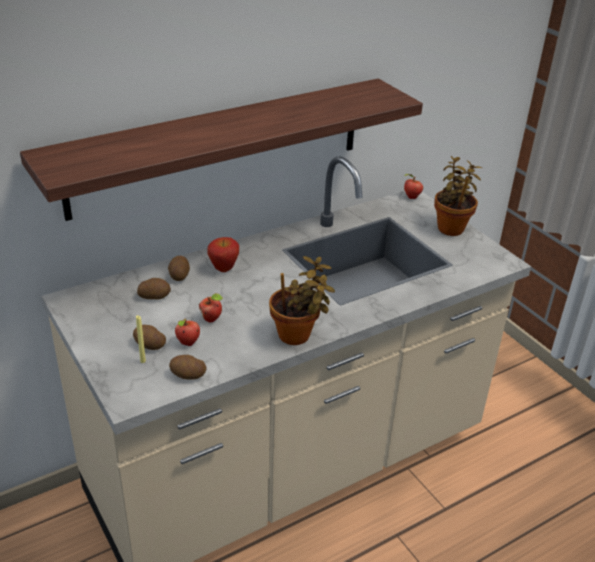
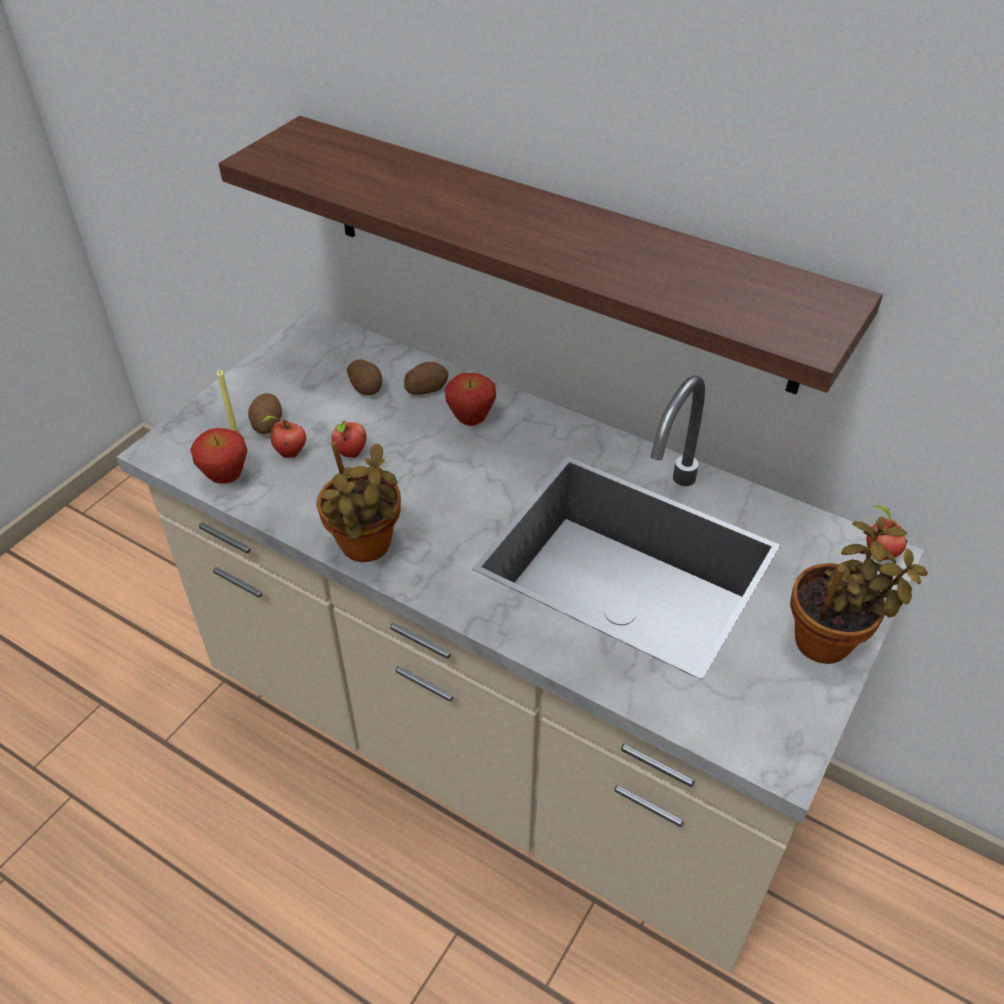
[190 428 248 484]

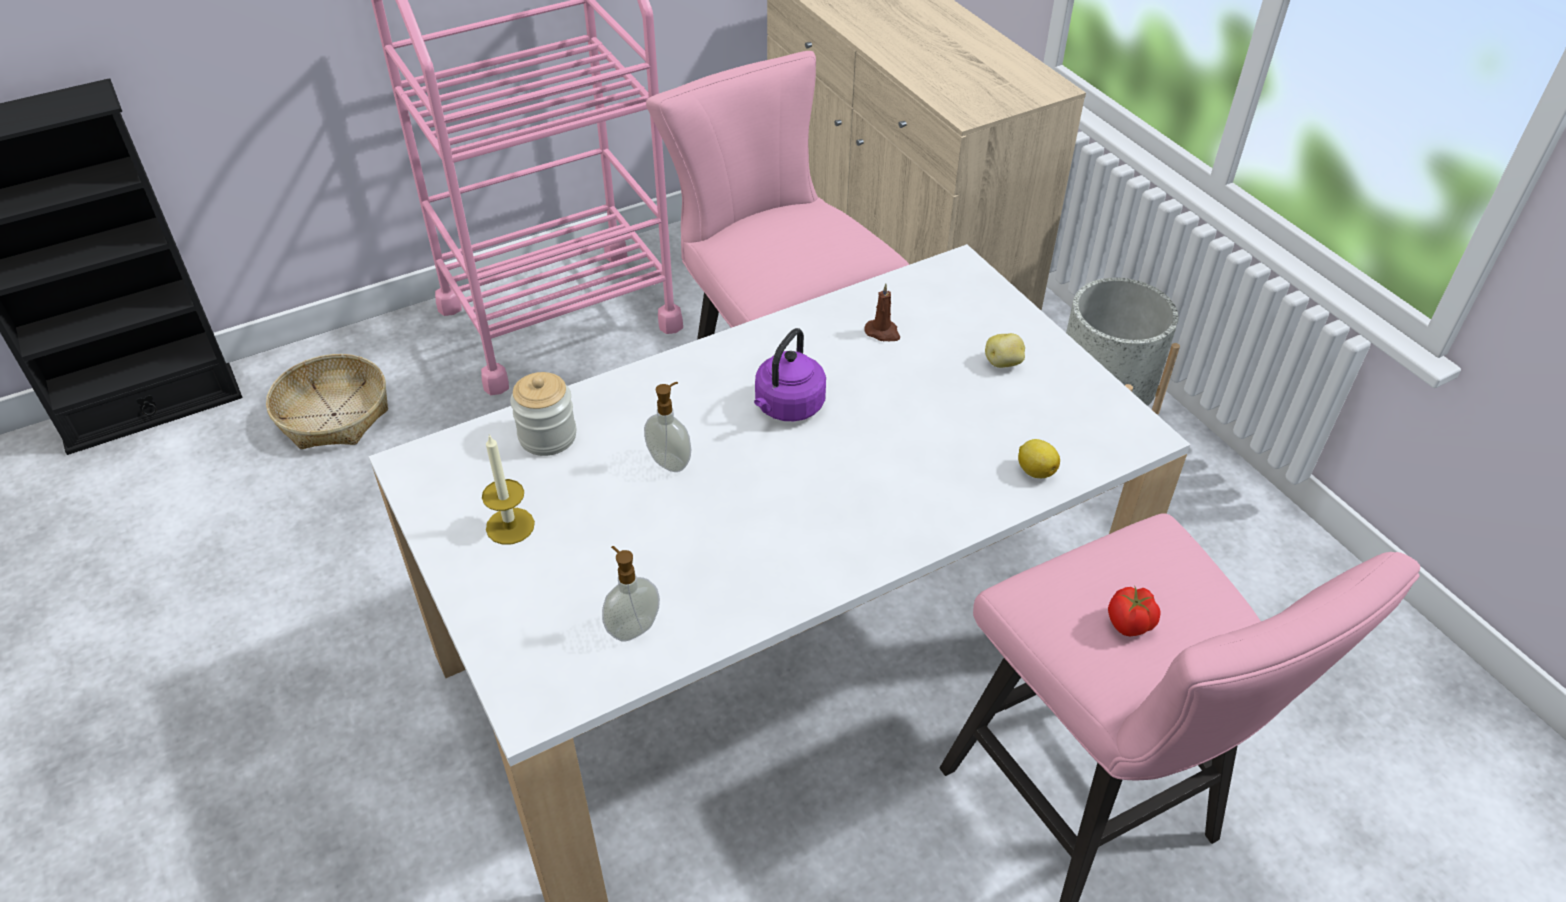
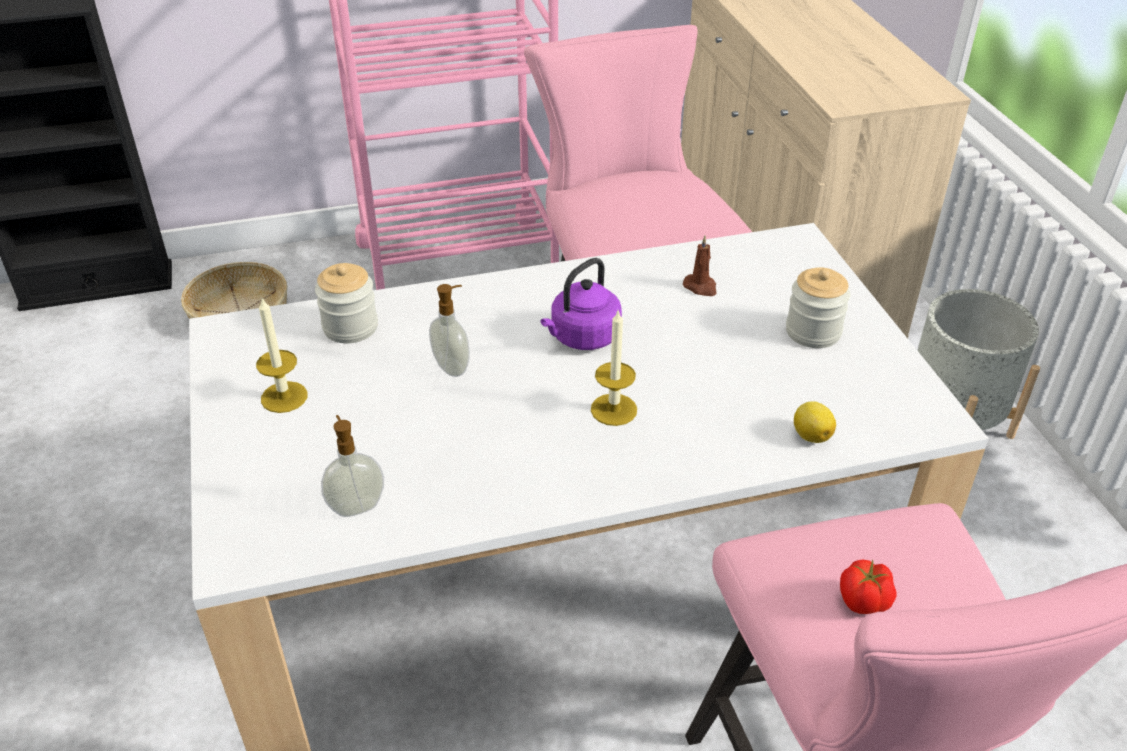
[786 267 850 348]
[591 311 637 426]

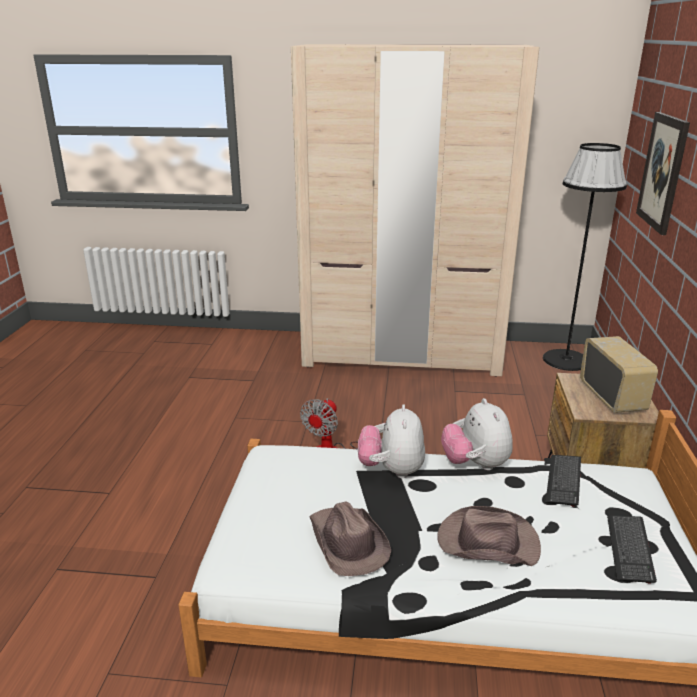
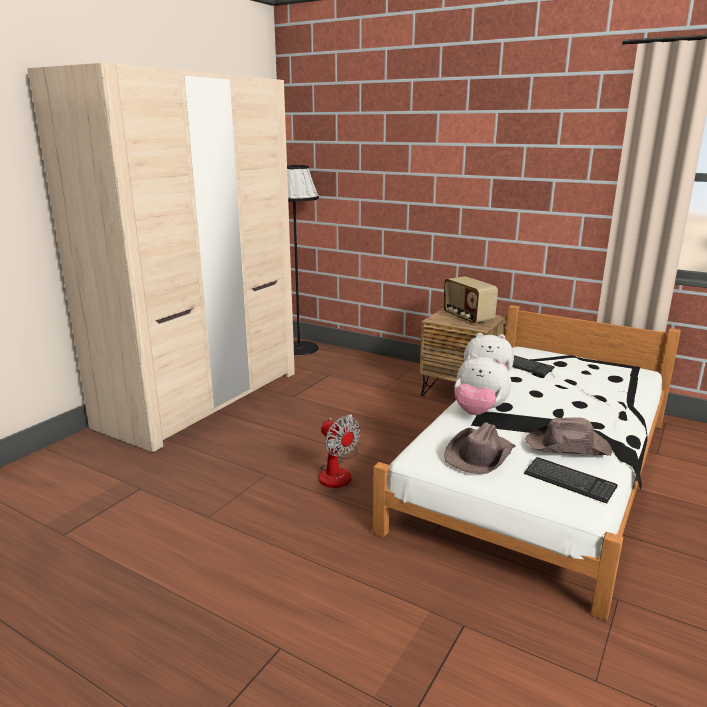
[636 112 690 235] (first image)
[444 276 498 324]
[444 422 516 474]
[524 457 618 504]

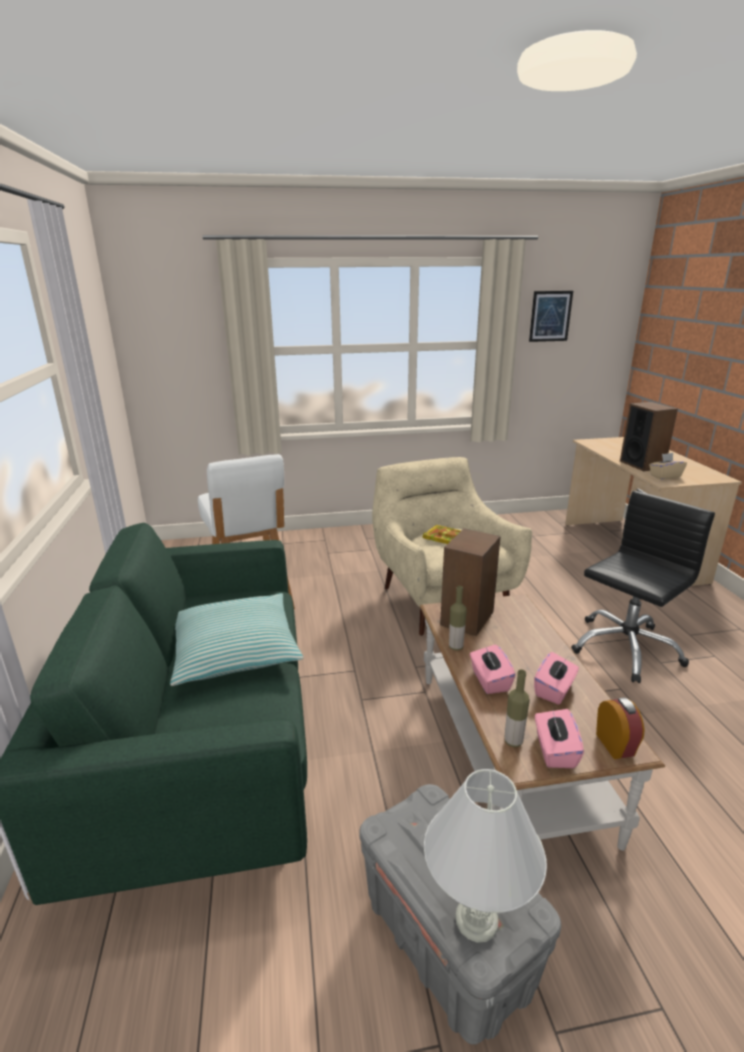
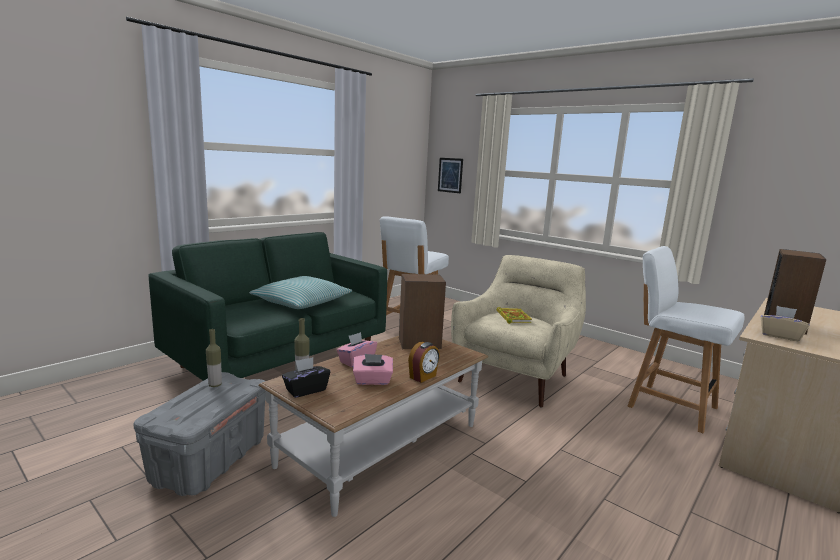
[438 158 463 193]
[571 491 715 683] (first image)
[206 329 222 387]
[408 342 440 383]
[282 357 330 398]
[424 769 547 943] (first image)
[628 246 745 433]

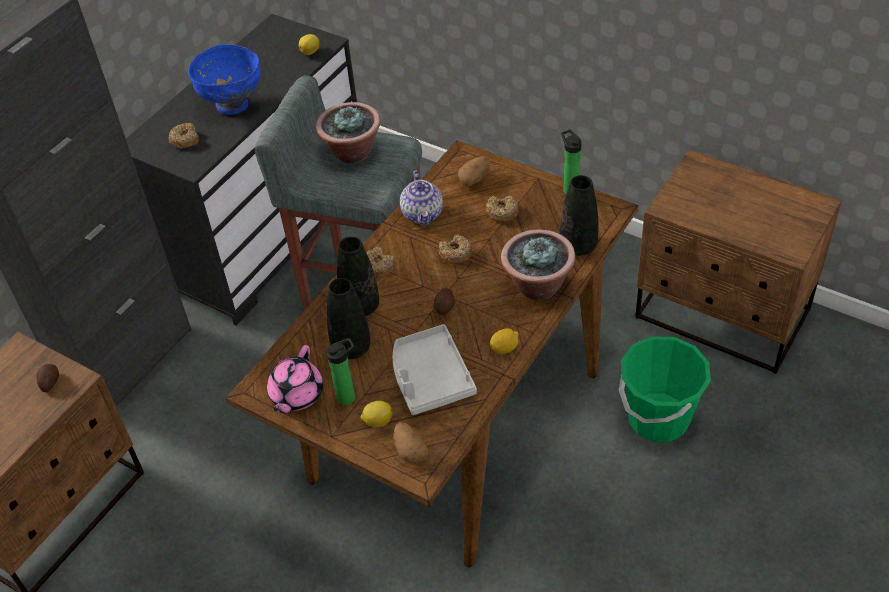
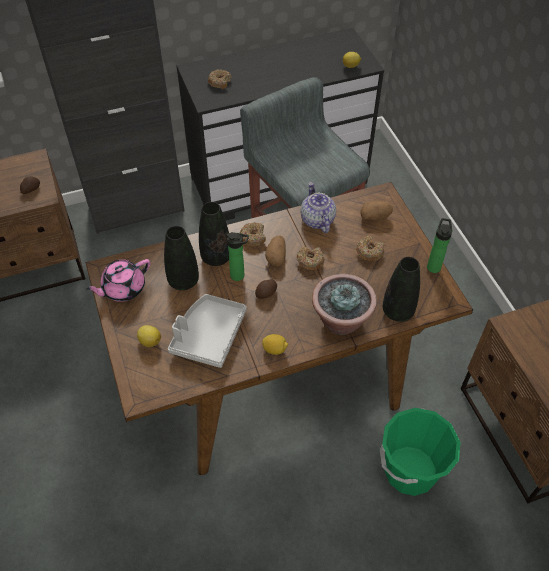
[188 44 261 115] (first image)
[316 102 380 164] (first image)
[301 182 336 233]
[227 232 249 281]
[265 236 286 266]

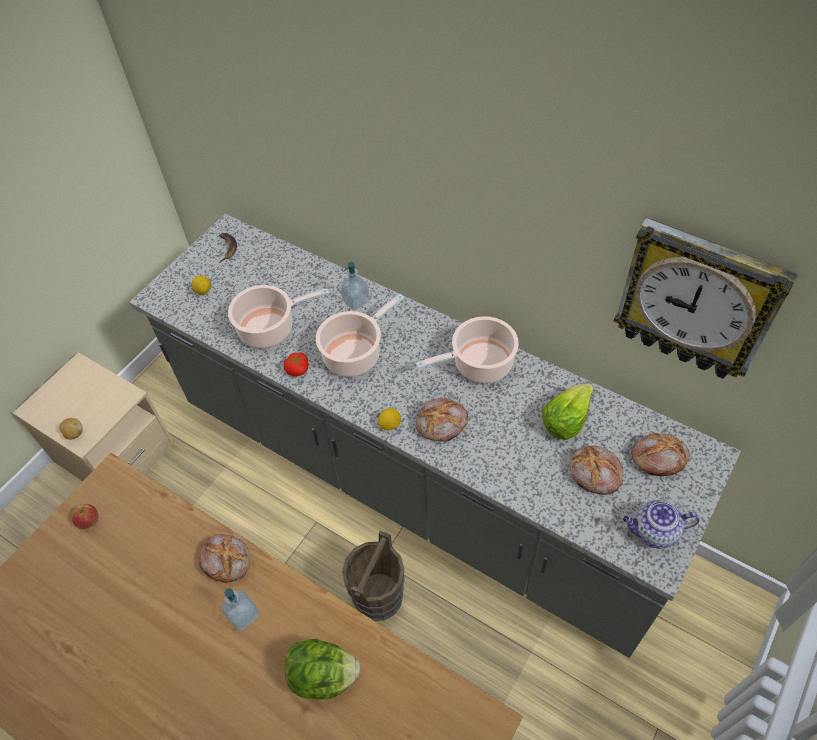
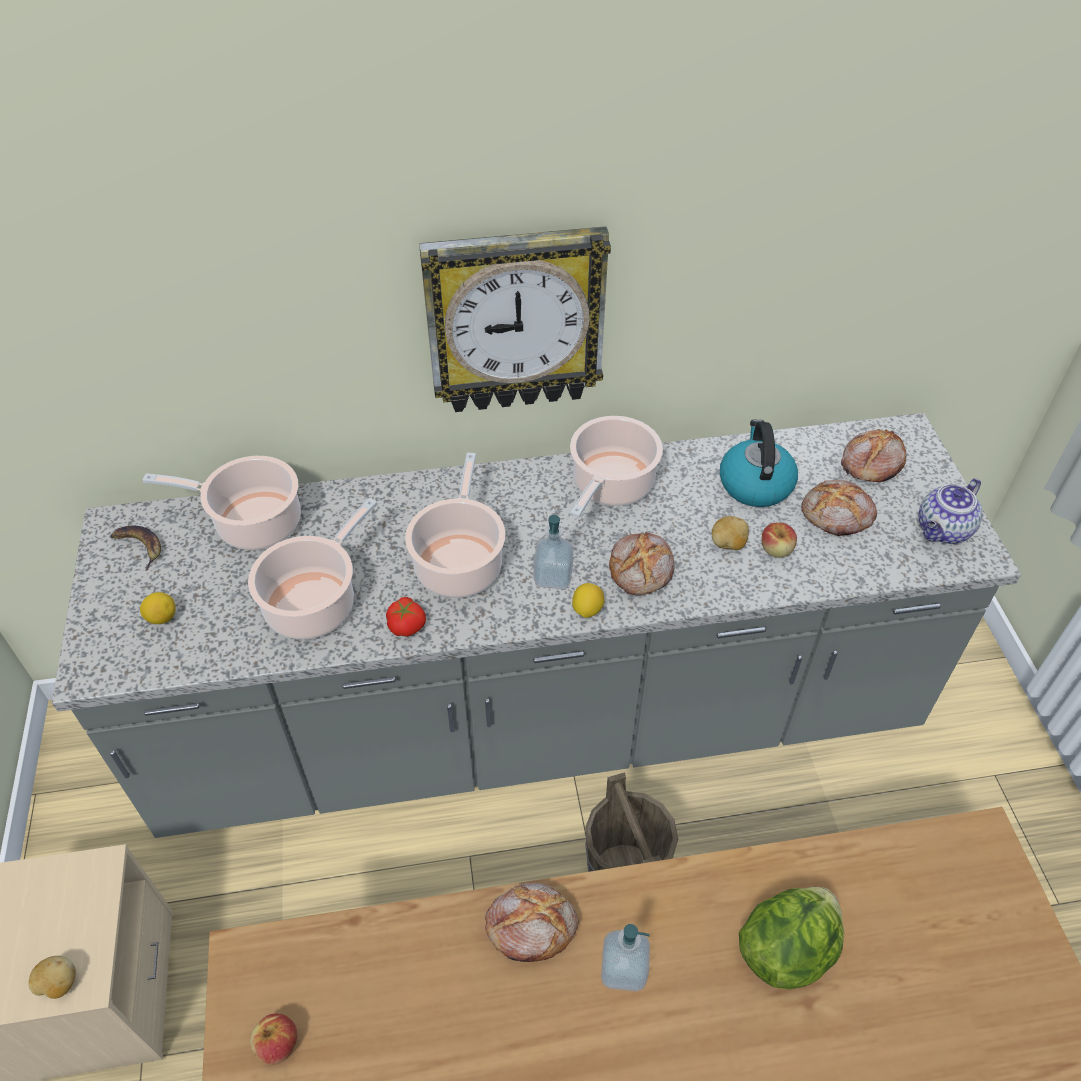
[419 226 611 412]
[533 515 574 589]
[720 419 798 507]
[143 456 301 550]
[712 516 749 550]
[761 523 797 558]

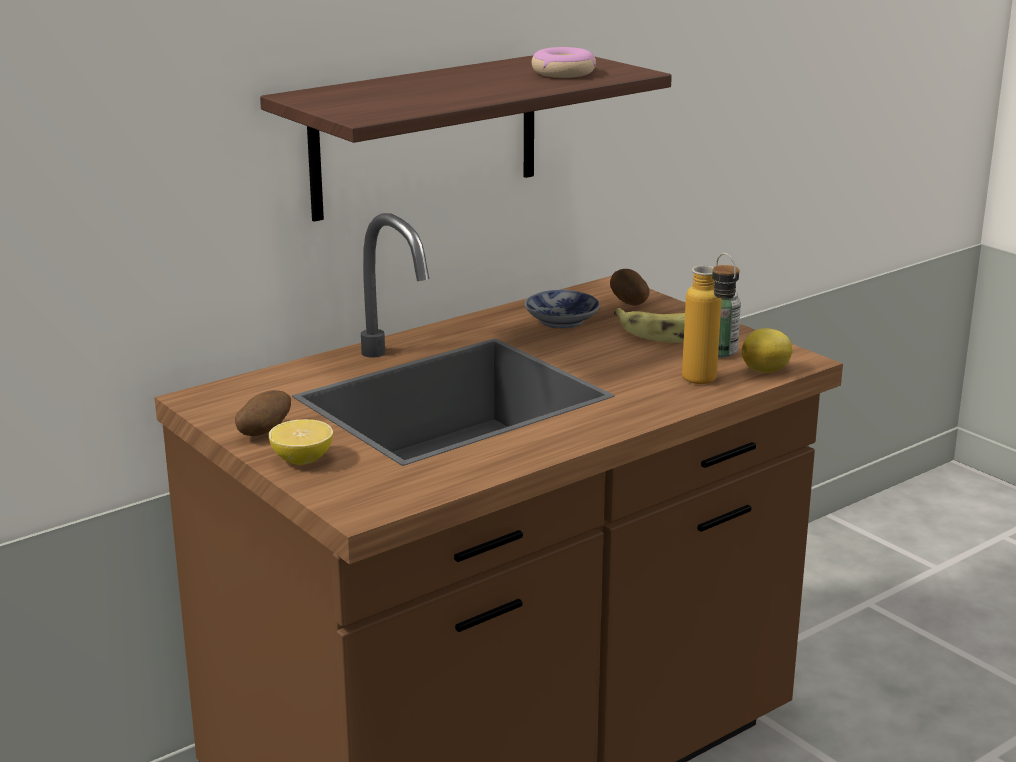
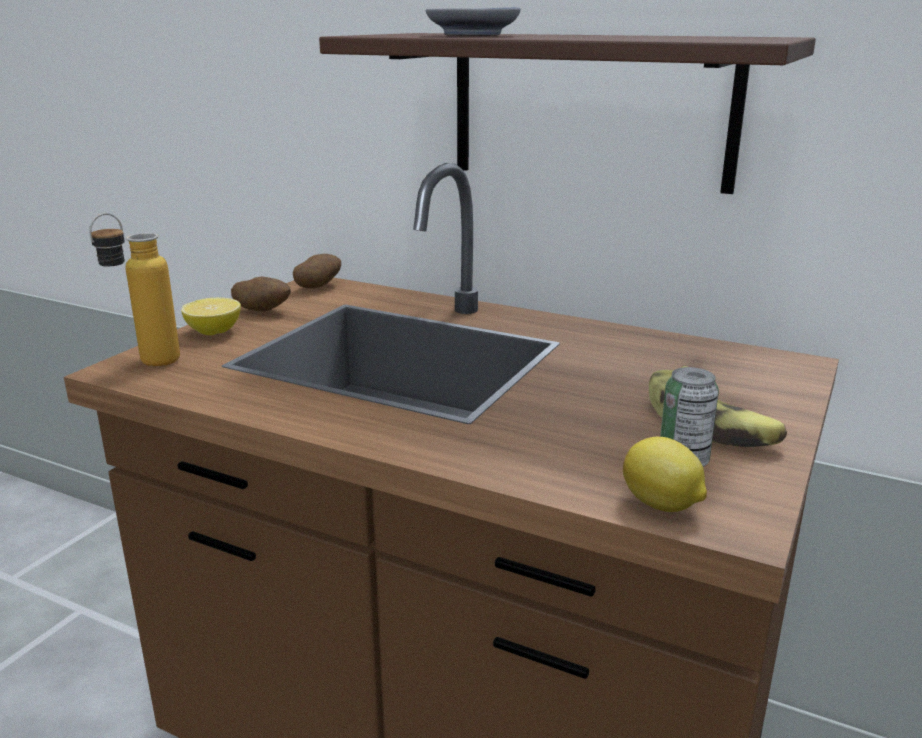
[532 47 596 78] (first image)
[89 213 180 366]
[293 254 341 288]
[425 7 521 36]

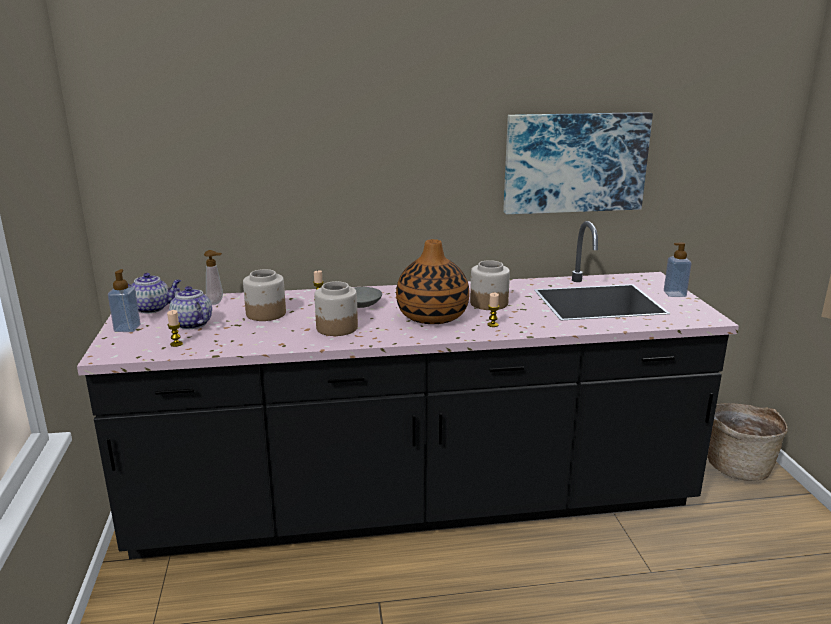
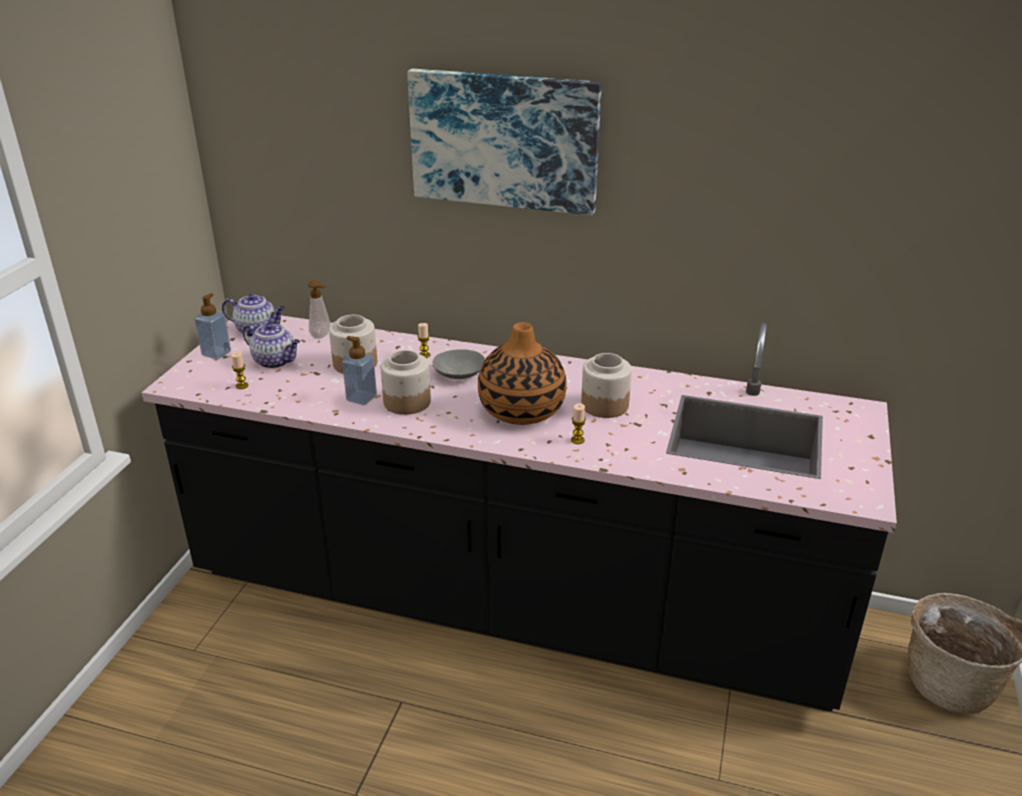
[407 69 602 215]
[342 336 377 405]
[243 323 300 369]

